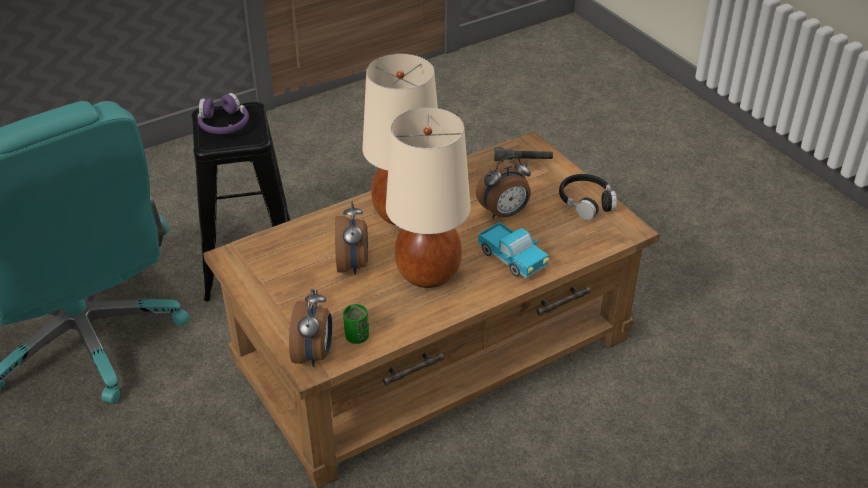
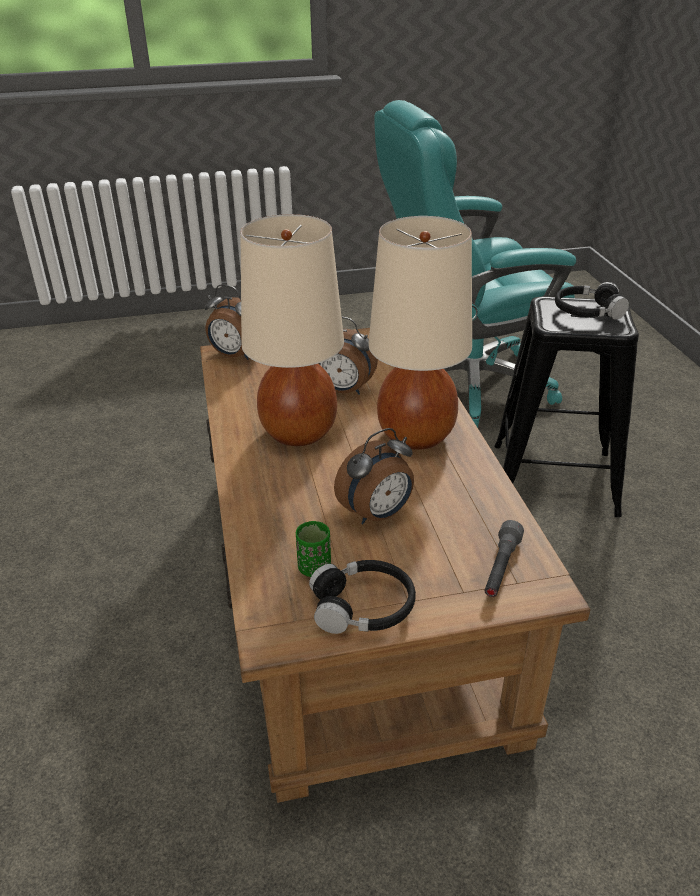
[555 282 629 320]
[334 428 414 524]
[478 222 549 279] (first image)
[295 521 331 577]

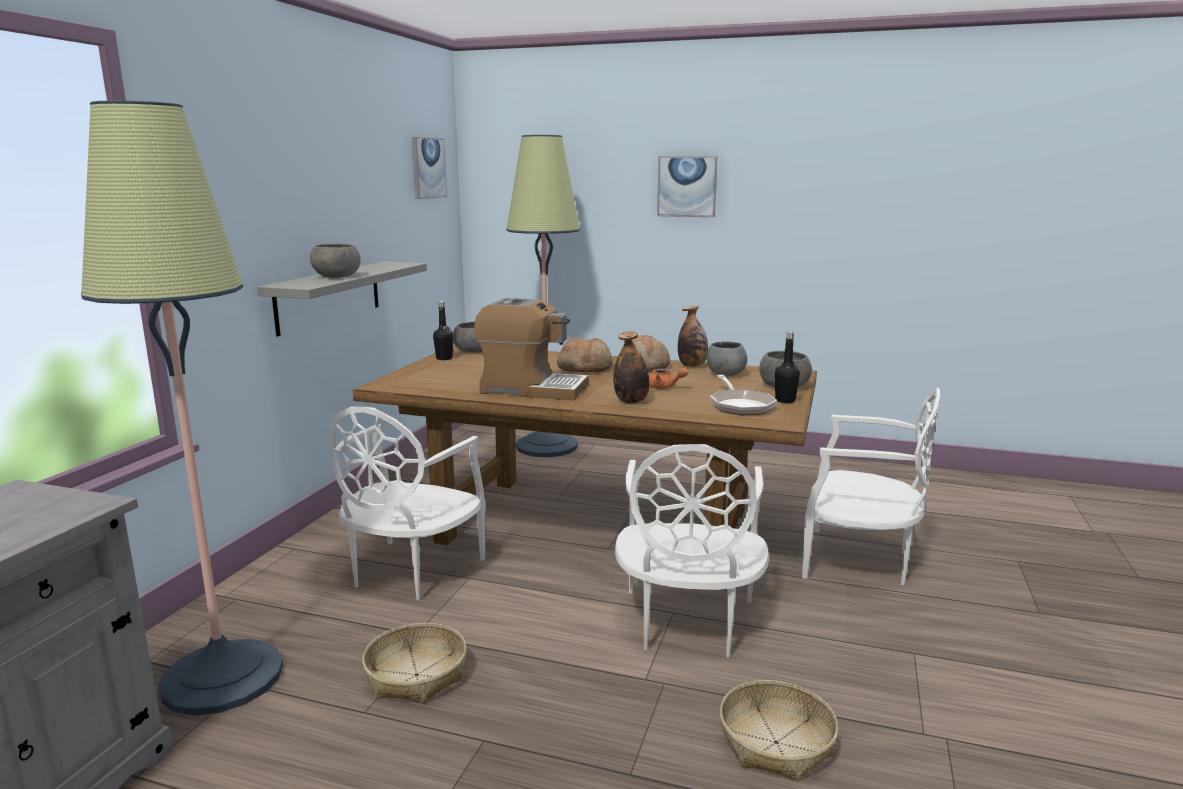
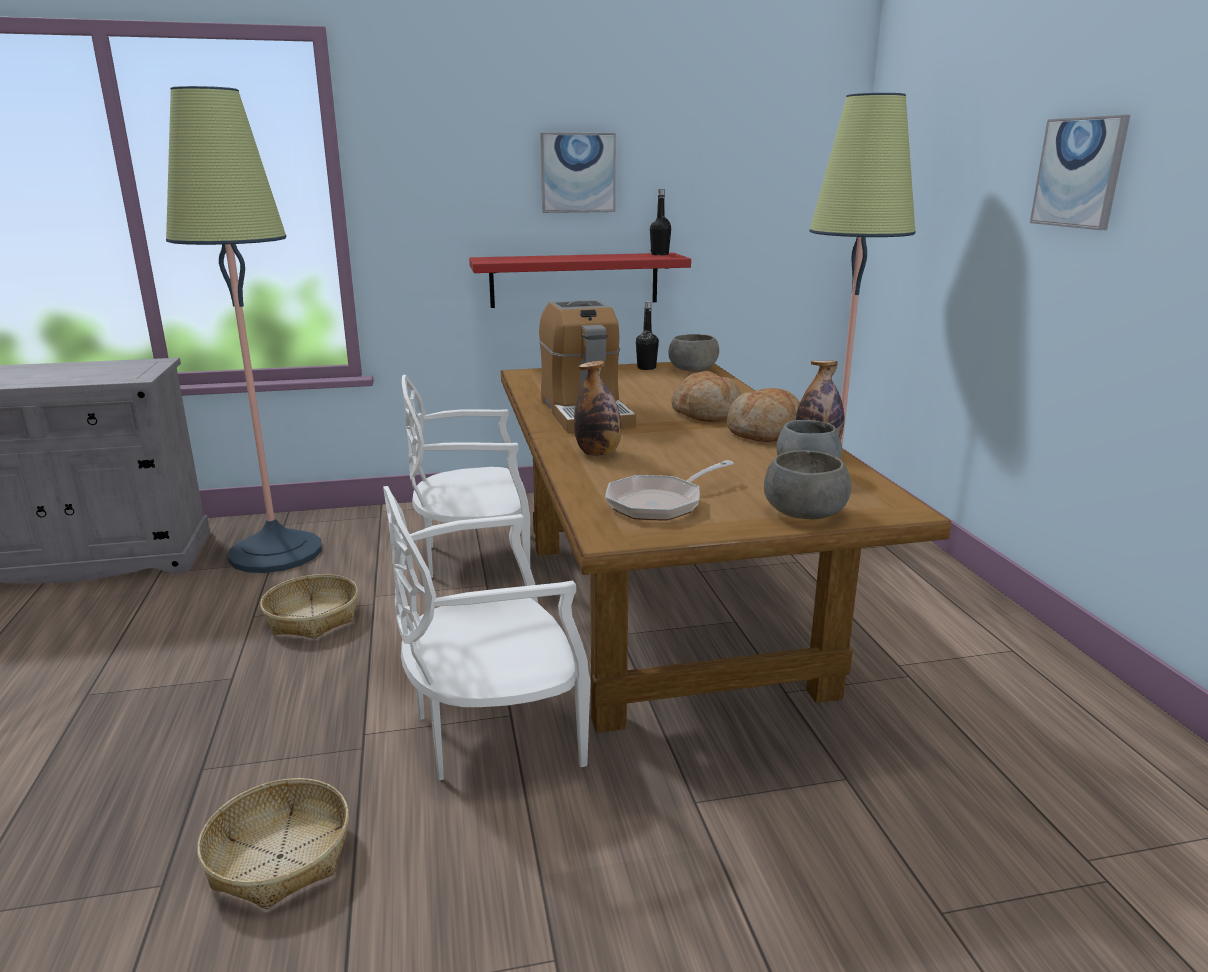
[540 133 616 213]
[310 244 361 278] (first image)
[469 253 691 308]
[650 189 671 255]
[649 368 688 389] (first image)
[802 388 940 585] (first image)

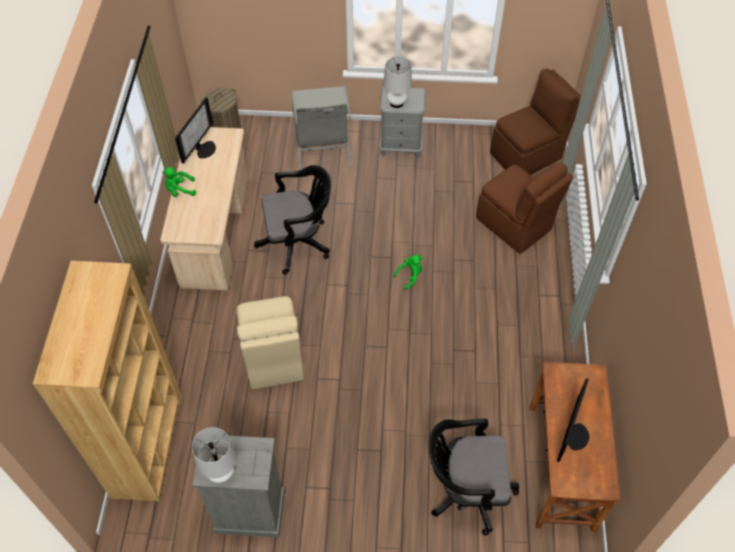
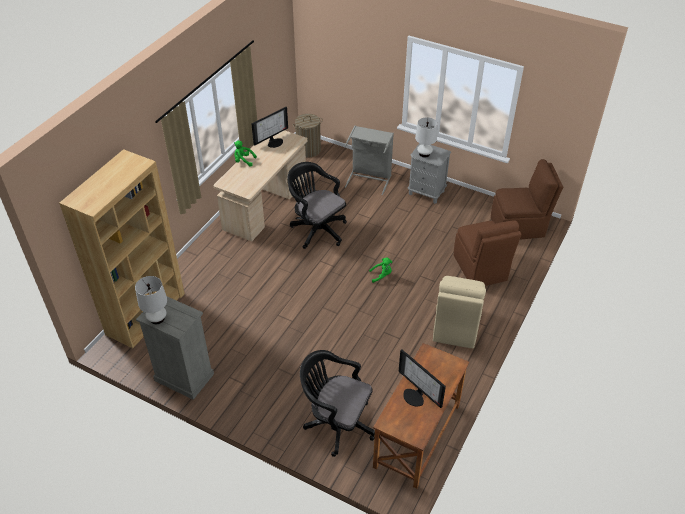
[288 162 347 249]
[433 276 486 349]
[399 349 446 408]

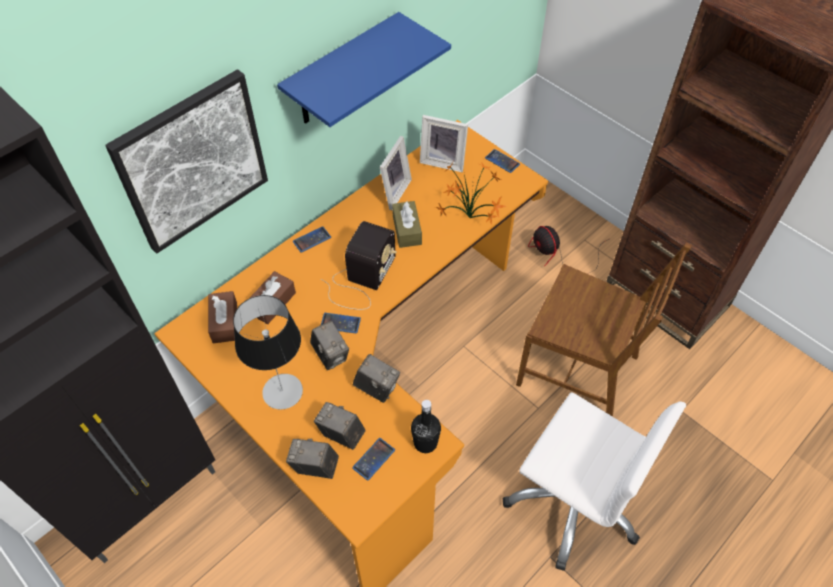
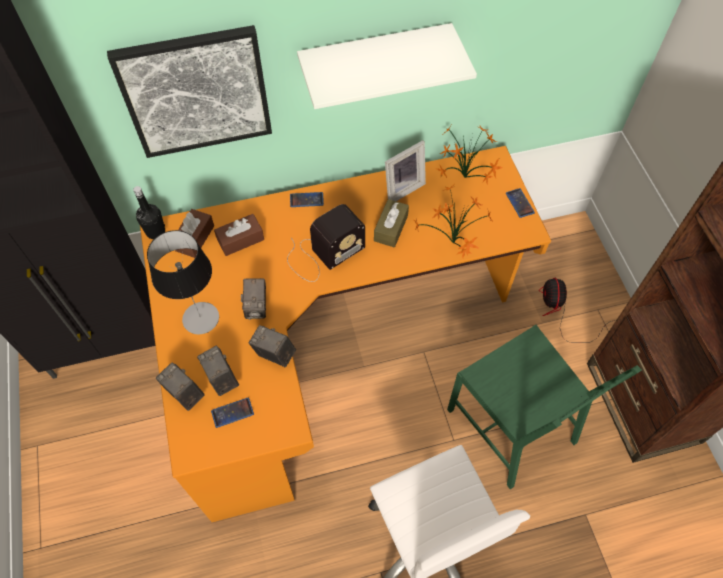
[297 23 477 109]
[437 125 502 185]
[447 325 642 489]
[321 313 361 333] (first image)
[249 325 296 367]
[133 186 165 239]

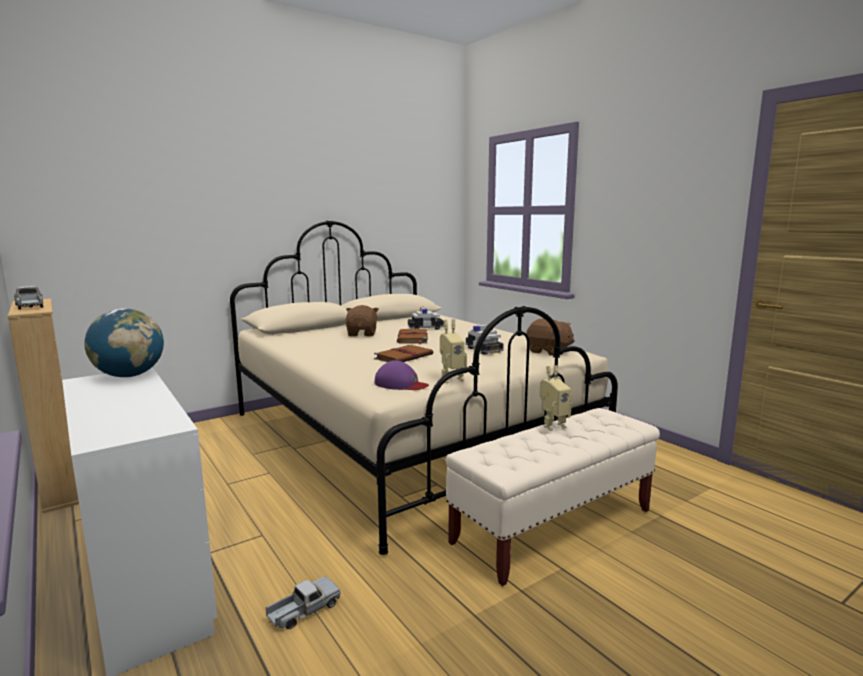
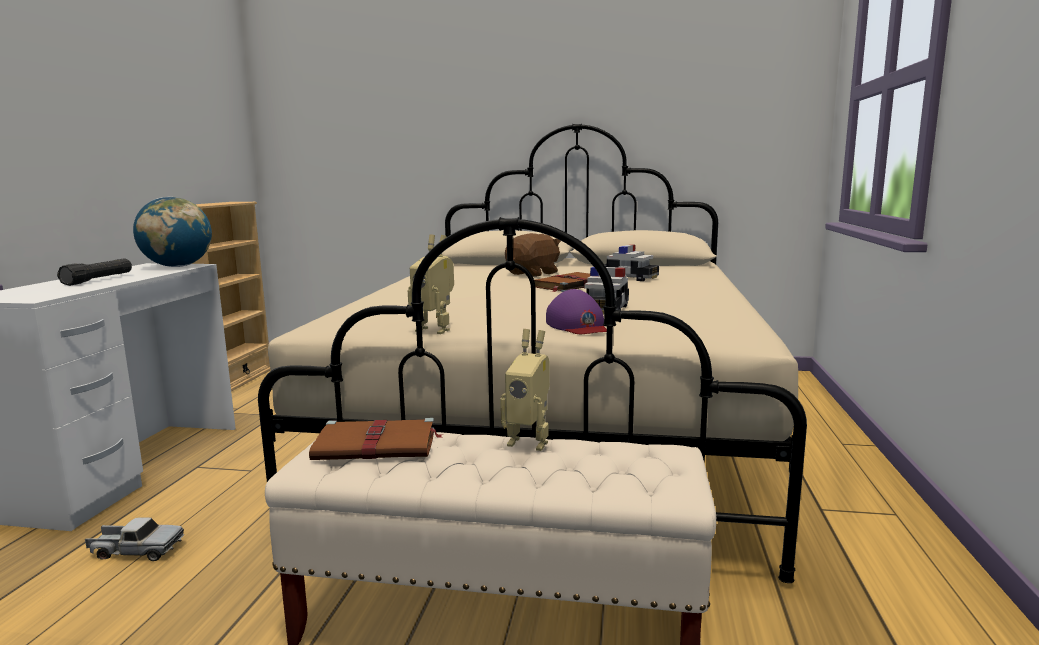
[14 286 43 310] (first image)
[526 318 575 356] (first image)
[309 418 444 460]
[546 289 607 334]
[57 258 132 286]

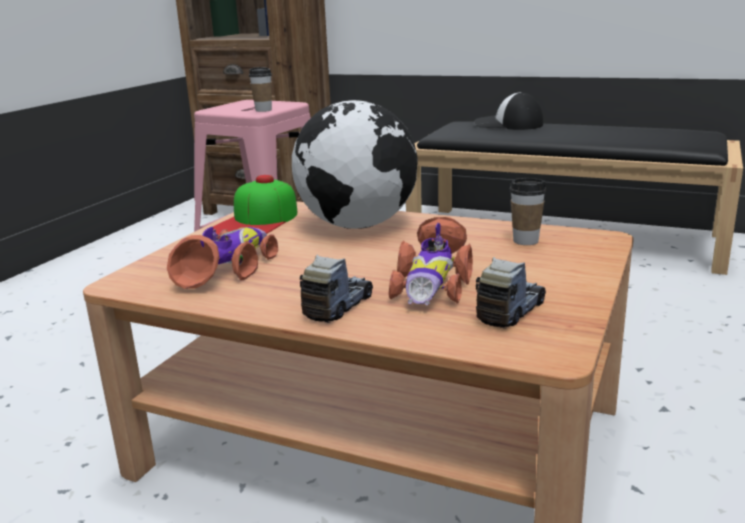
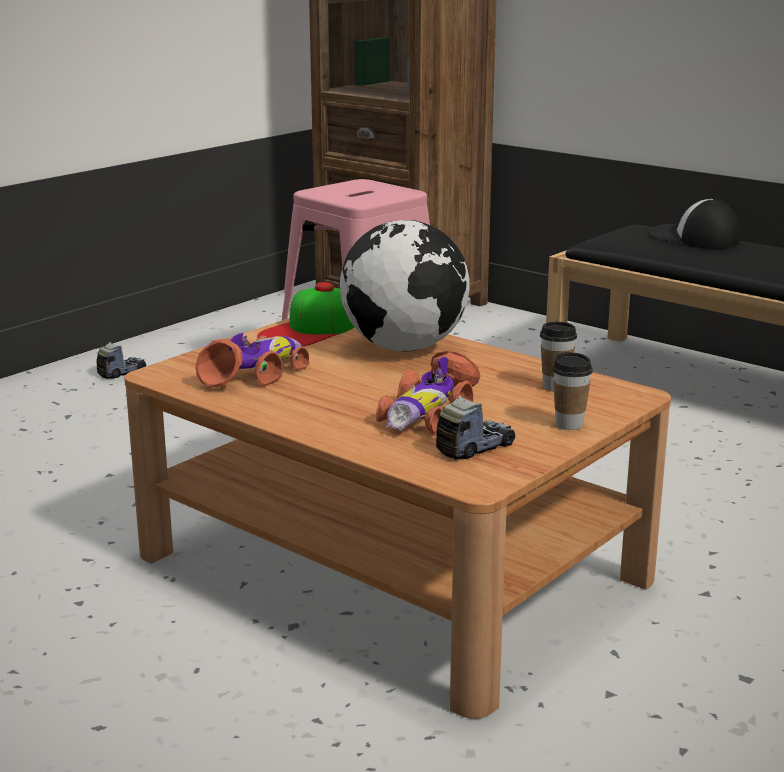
[552 352 593 430]
[96 342 146 379]

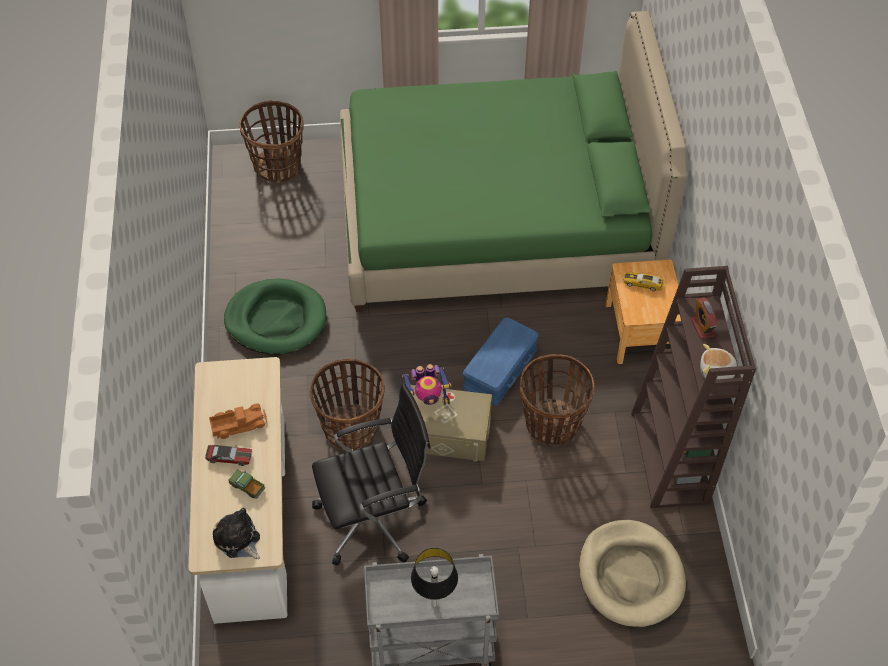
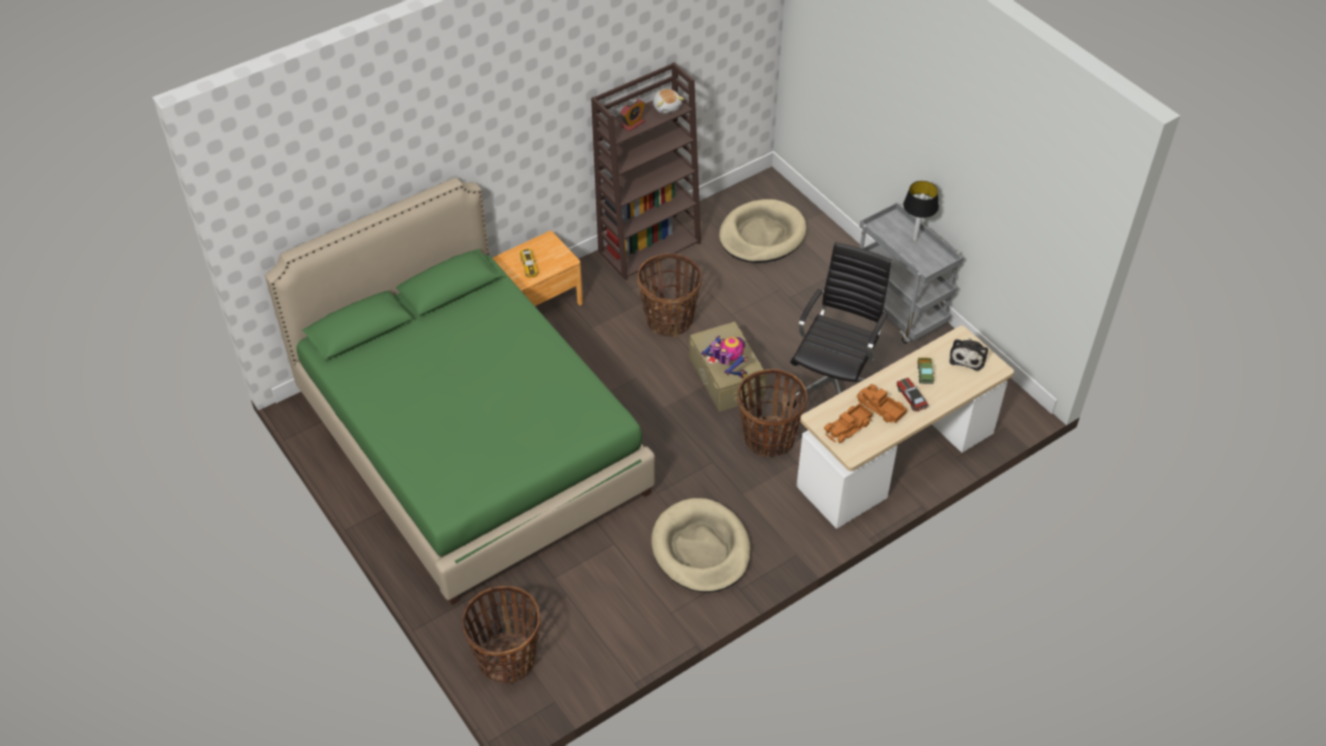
[651 498 751 593]
[463 317 539 406] (first image)
[787 242 892 408]
[824 403 873 443]

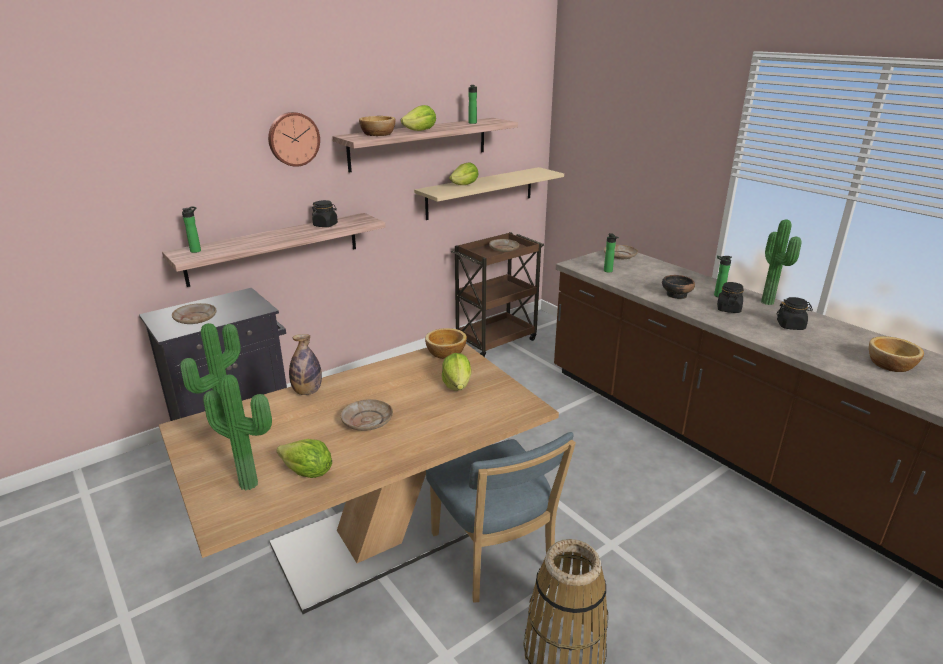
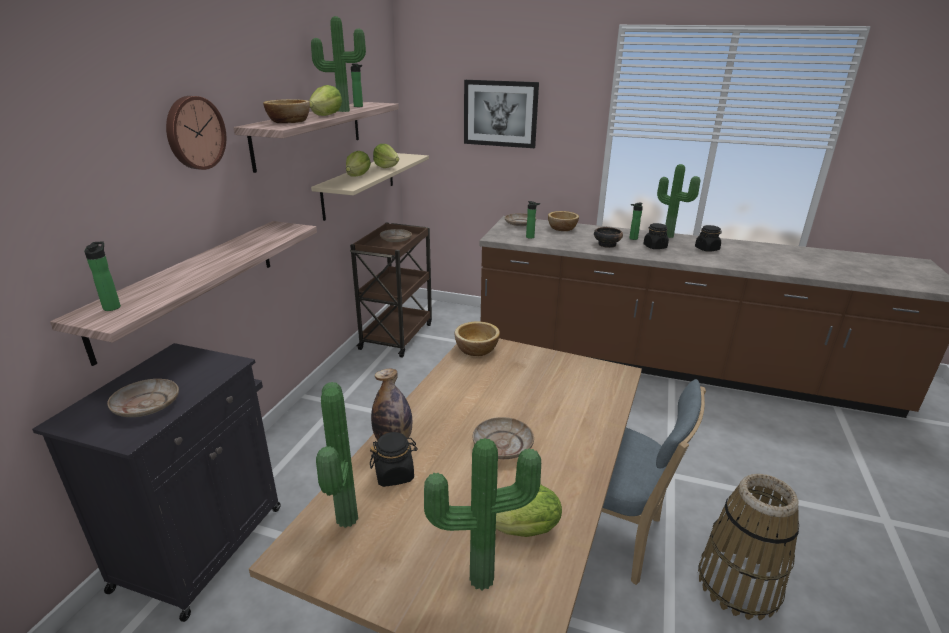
[370 432 418 487]
[548 211 579 231]
[373 144 399 168]
[311 16 366 112]
[464 80 539 148]

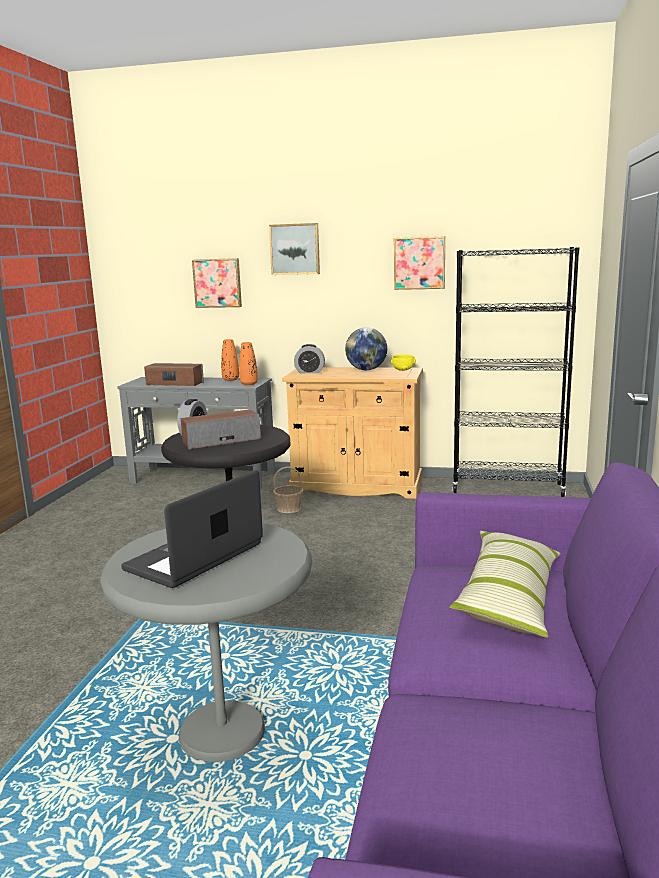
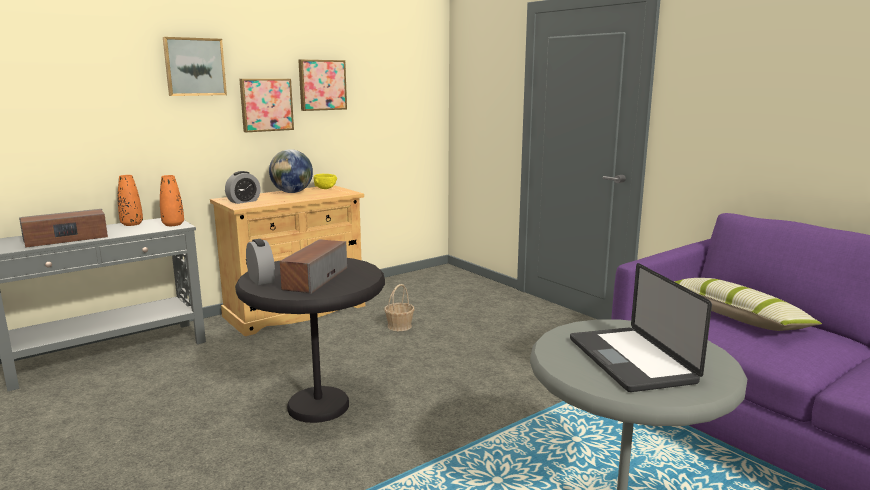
[452 247 579 497] (first image)
[239 79 294 132]
[384 284 415 331]

